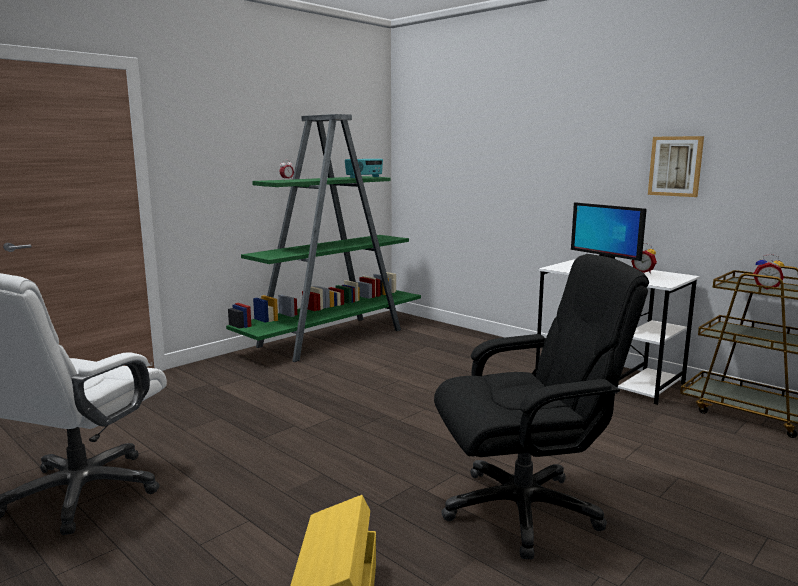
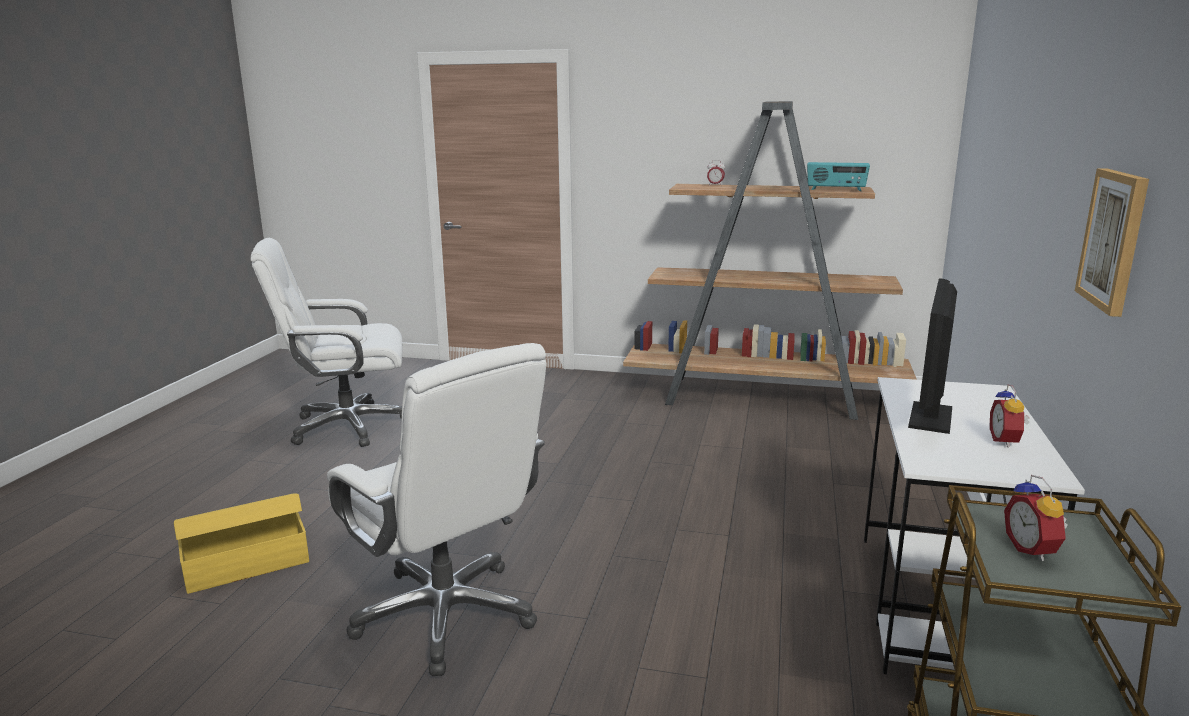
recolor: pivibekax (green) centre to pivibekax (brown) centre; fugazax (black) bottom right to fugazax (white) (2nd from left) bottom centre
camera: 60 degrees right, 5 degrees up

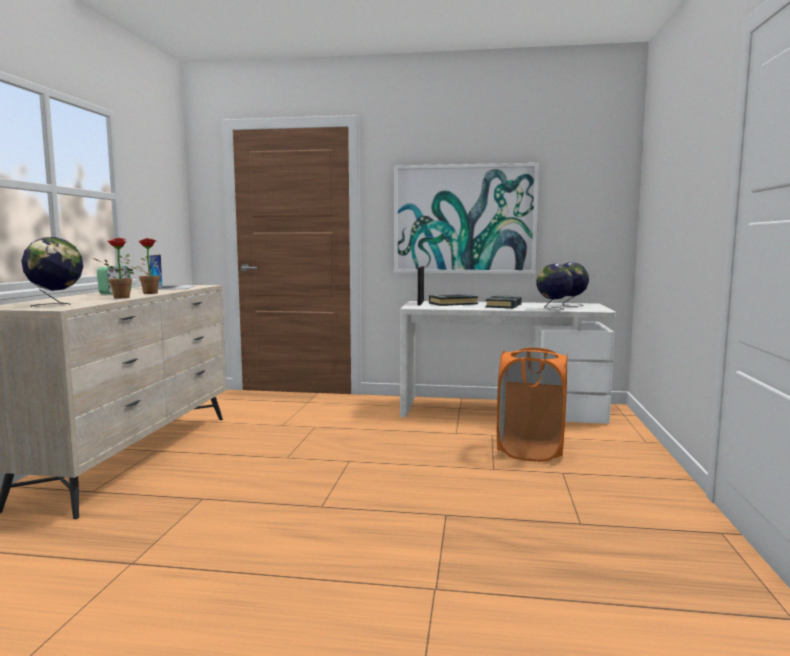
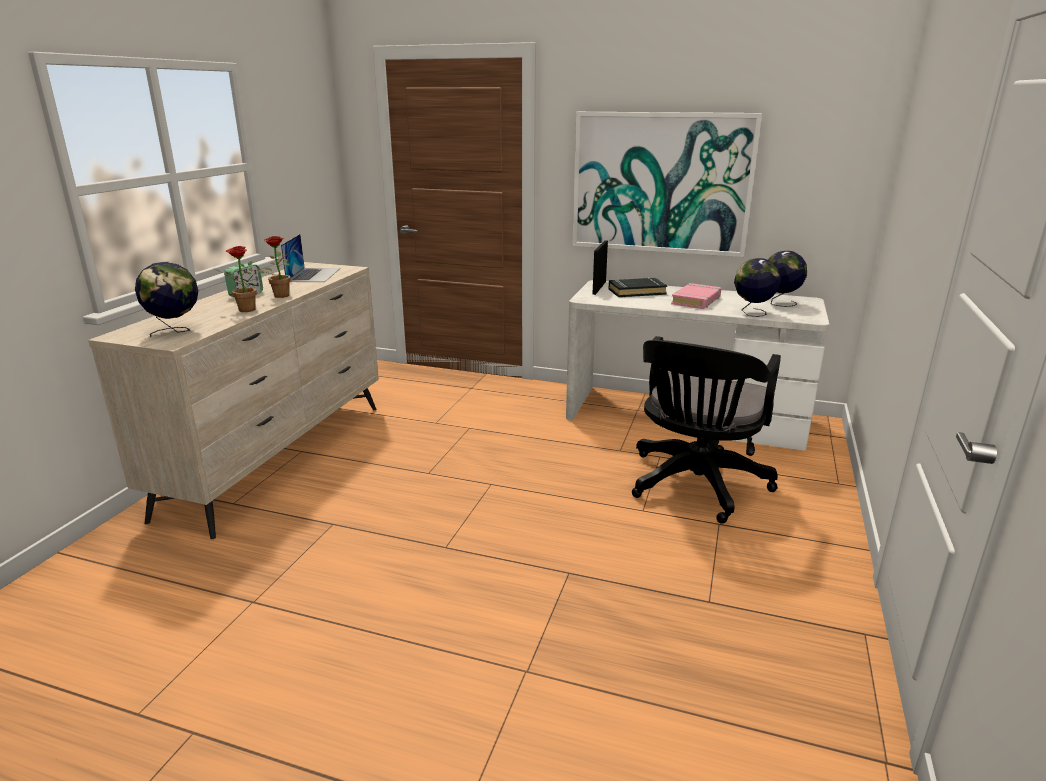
replace: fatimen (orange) middle right to fugazax (black) middle right
recolor: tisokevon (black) (2nd from left) centre to tisokevon (pink) centre
camera: 10 degrees right, 15 degrees up

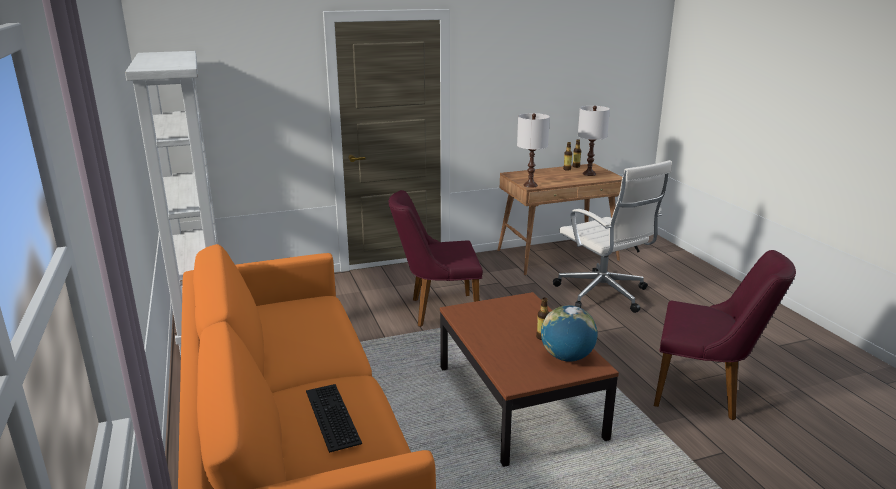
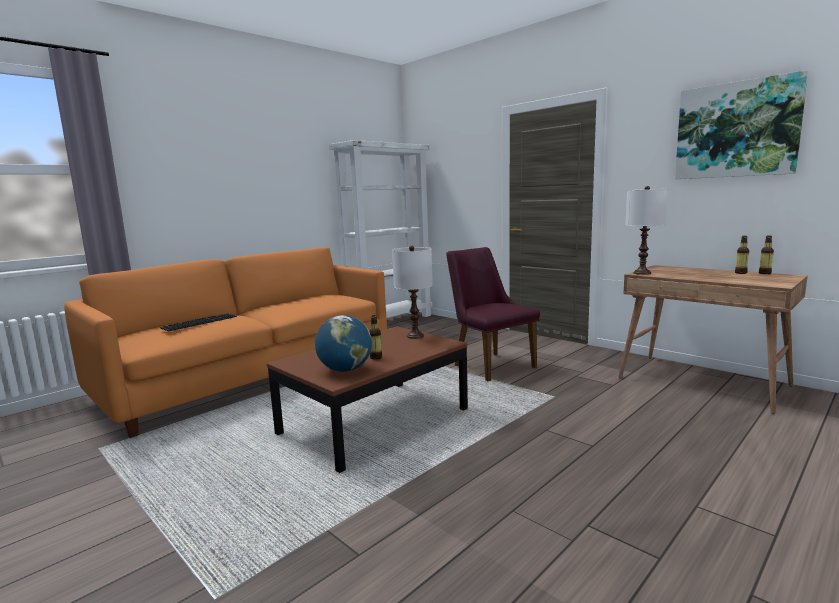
delete: fugazax (white) middle right; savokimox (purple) (2nd from left) bottom right
insert: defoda top right
move: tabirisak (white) (2nd from left in the first image) top centre to tabirisak (white) (1st from left) centre
camera: 65 degrees right, 10 degrees down

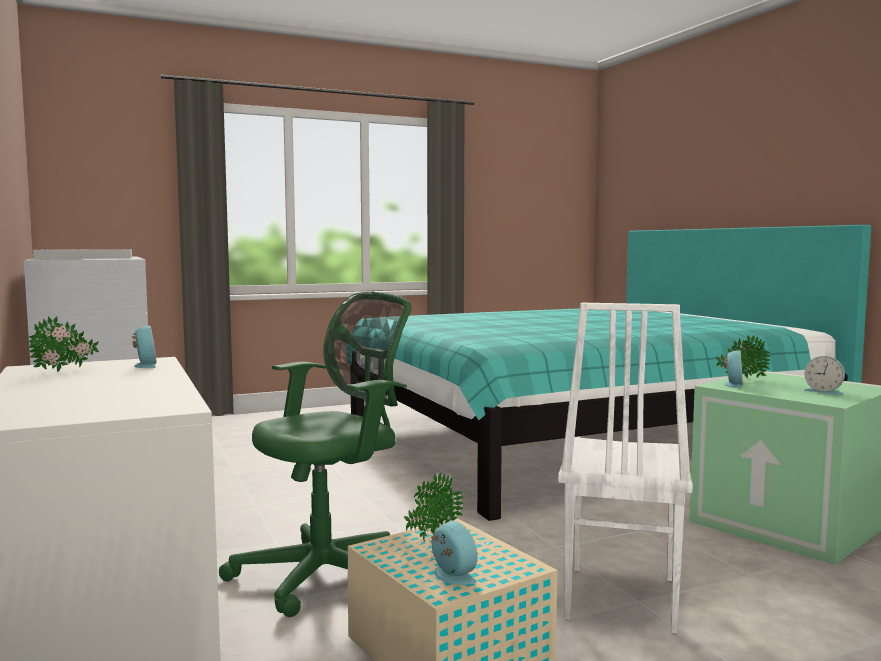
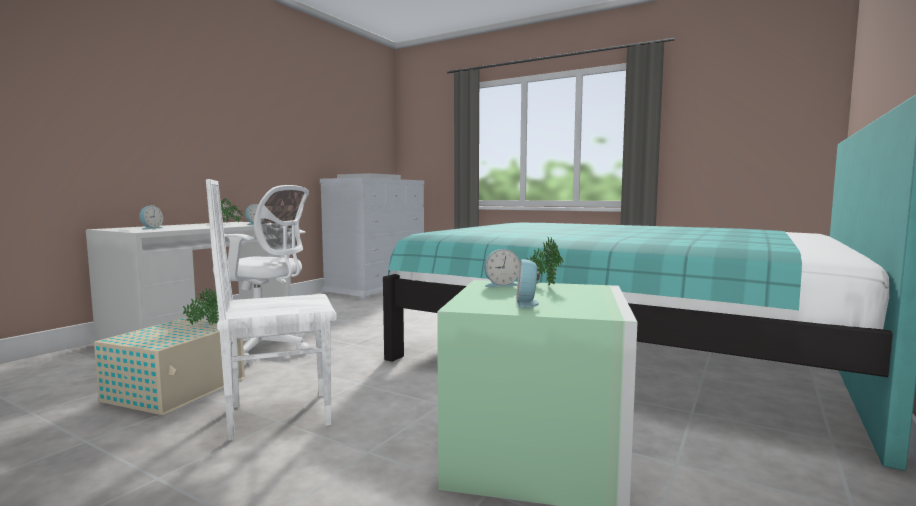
move: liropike (2nd from left in the first image) bottom centre to liropike (1st from left) middle left
recolor: fugazax (green) bottom centre to fugazax (white) middle left
camera: 55 degrees right, 0 degrees up

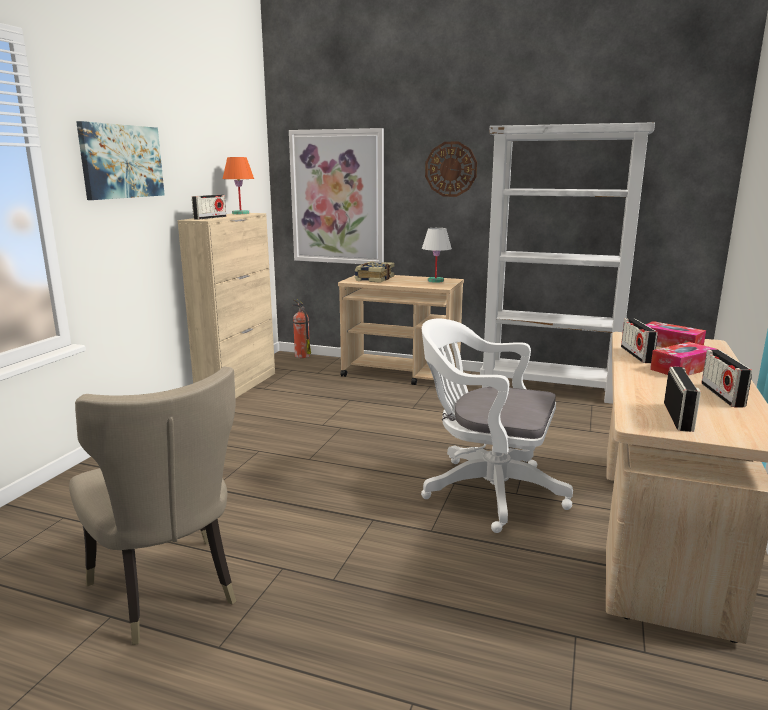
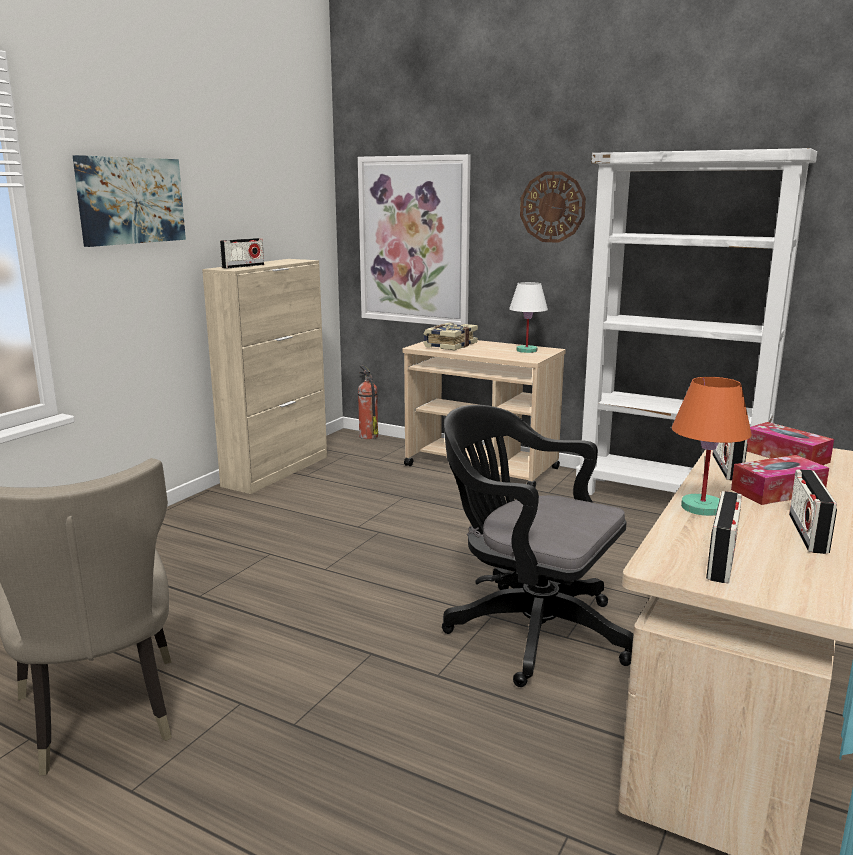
move: tabirisak (orange) top left to middle right
recolor: fugazax (white) centre to fugazax (black) centre
camera: 10 degrees right, 0 degrees up

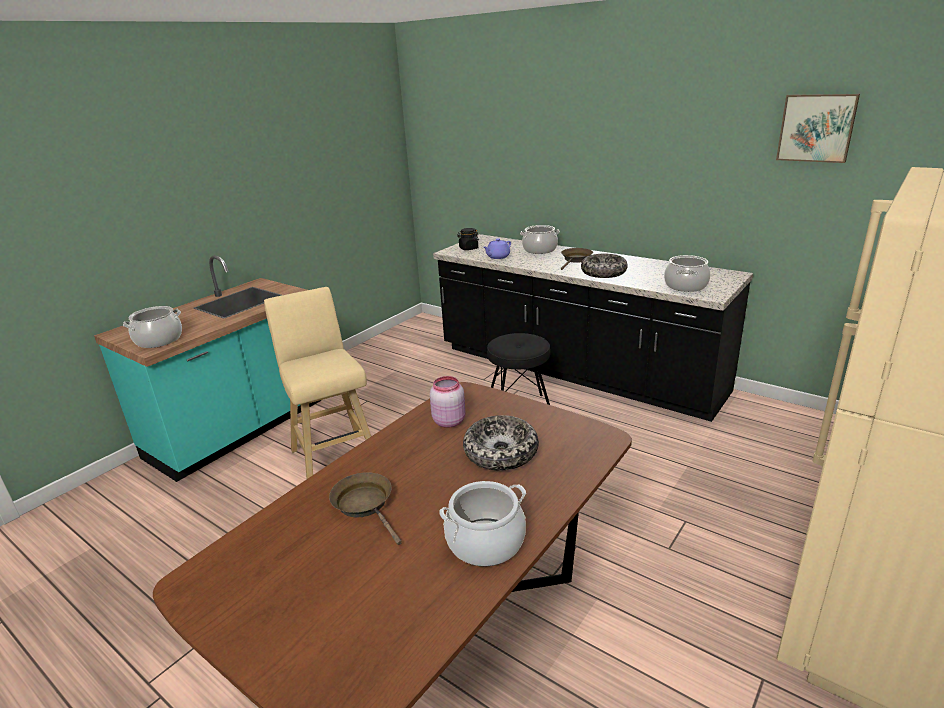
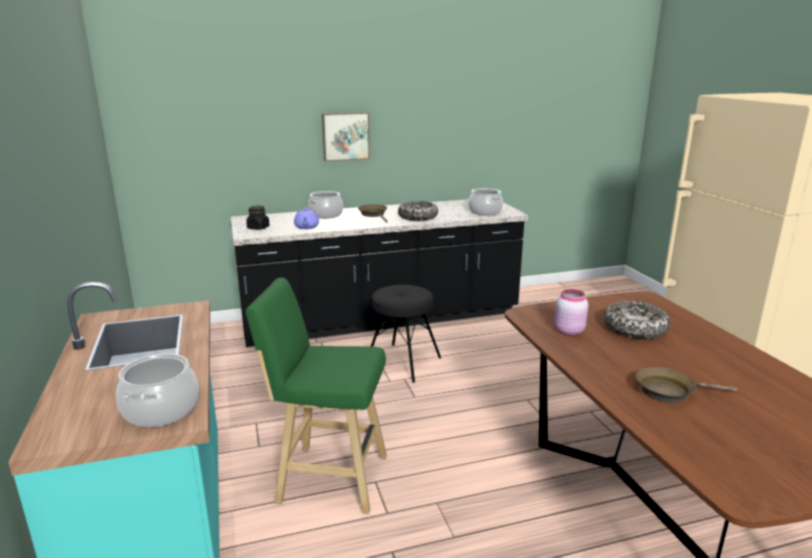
delete: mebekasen (2nd from left) bottom centre
move: defoda top right to top centre
recolor: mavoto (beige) centre to mavoto (green) bottom centre
camera: 55 degrees left, 5 degrees down

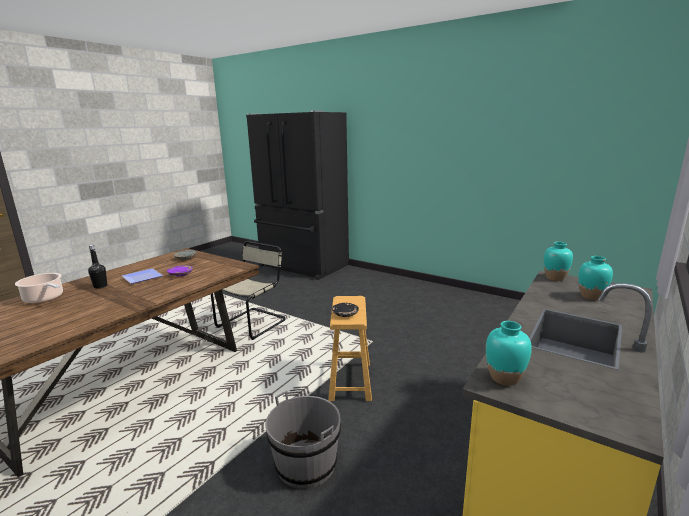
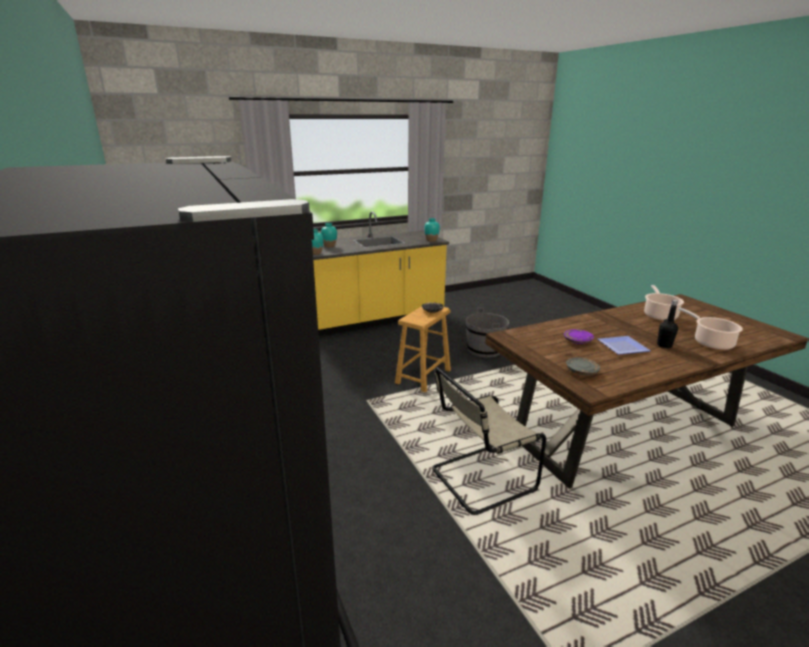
insert: mebekasen (1st from left) middle right
camera: 150 degrees left, 5 degrees up

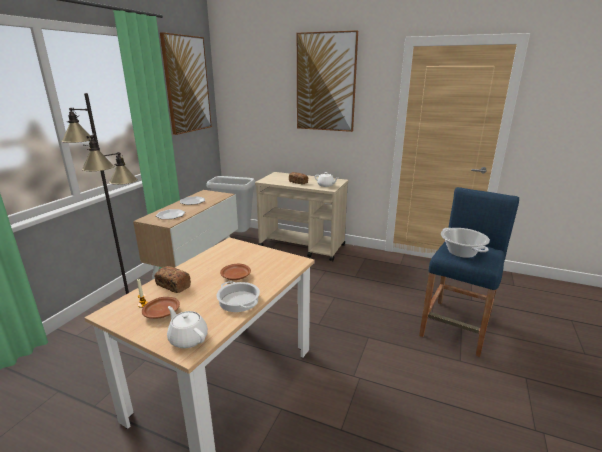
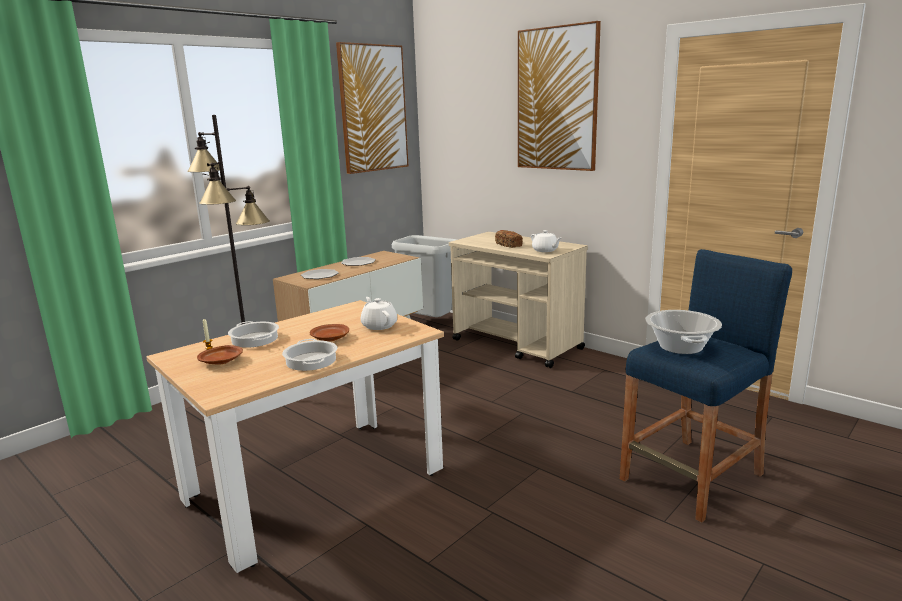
move: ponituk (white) (1st from left) bottom left to centre
replace: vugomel (1st from left) middle left to mebekasen (1st from left) middle left
camera: 20 degrees right, 5 degrees down

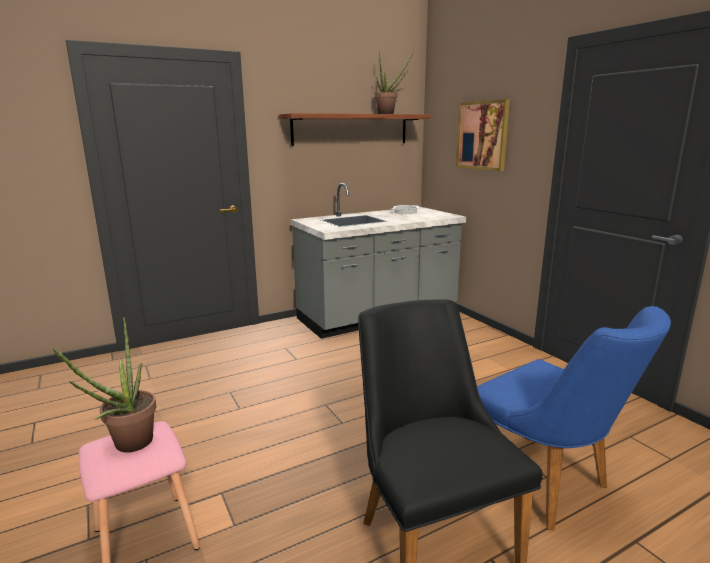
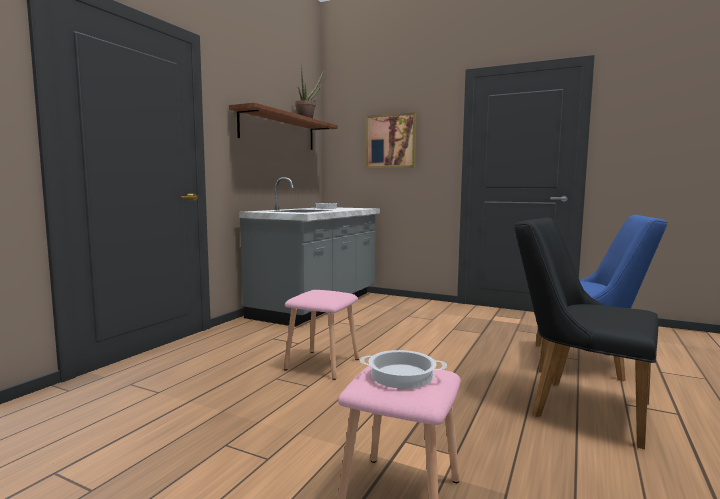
insert: mavoto (pink) (1st from left) bottom centre
replace: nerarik (1st from left) bottom left to mebekasen (2nd from left) bottom centre
camera: 35 degrees left, 10 degrees down

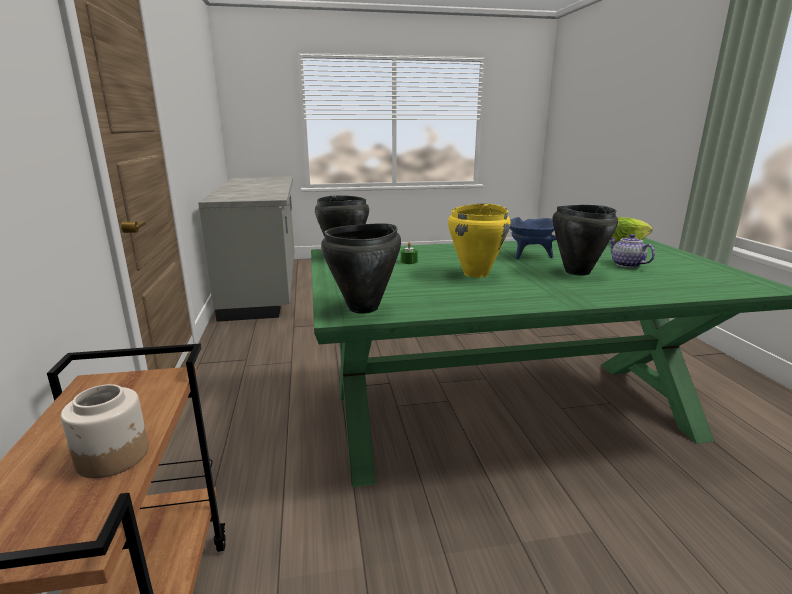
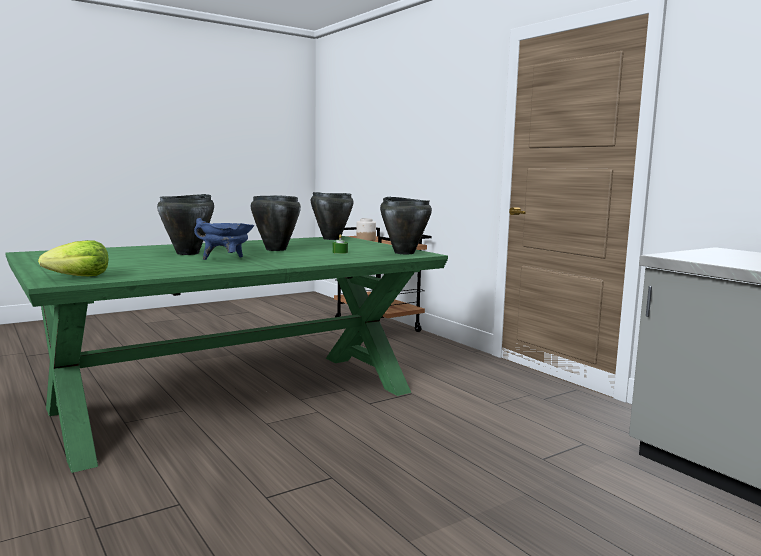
delete: ponituk middle right
recolor: mebekasen (yellow) centre to mebekasen (black) (2nd from left) centre
camera: 155 degrees right, 10 degrees down

